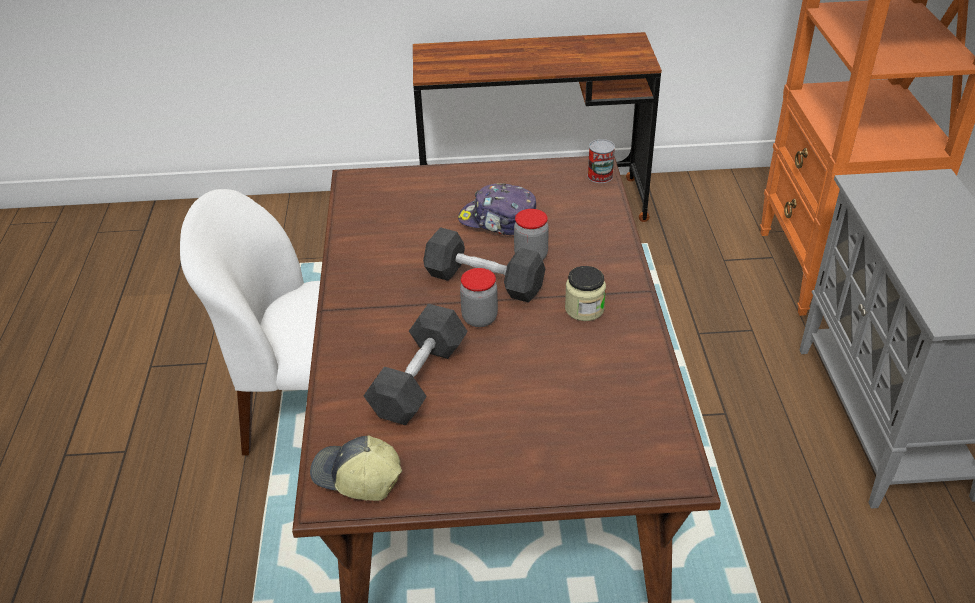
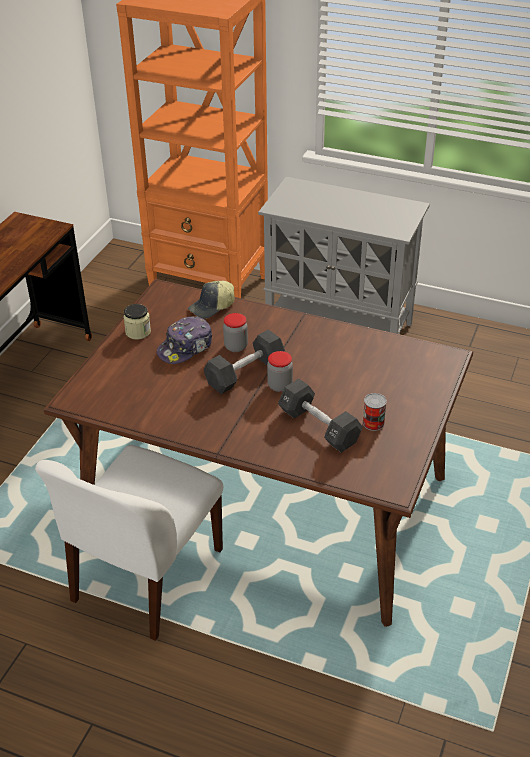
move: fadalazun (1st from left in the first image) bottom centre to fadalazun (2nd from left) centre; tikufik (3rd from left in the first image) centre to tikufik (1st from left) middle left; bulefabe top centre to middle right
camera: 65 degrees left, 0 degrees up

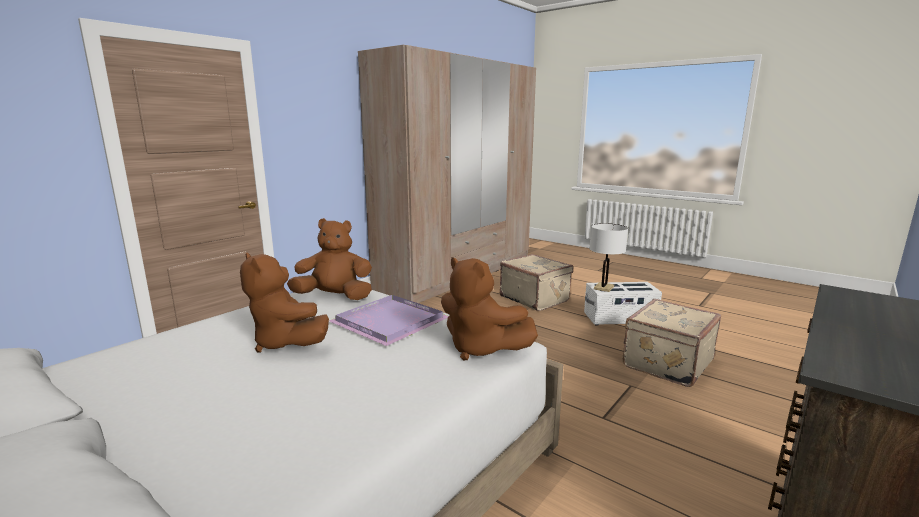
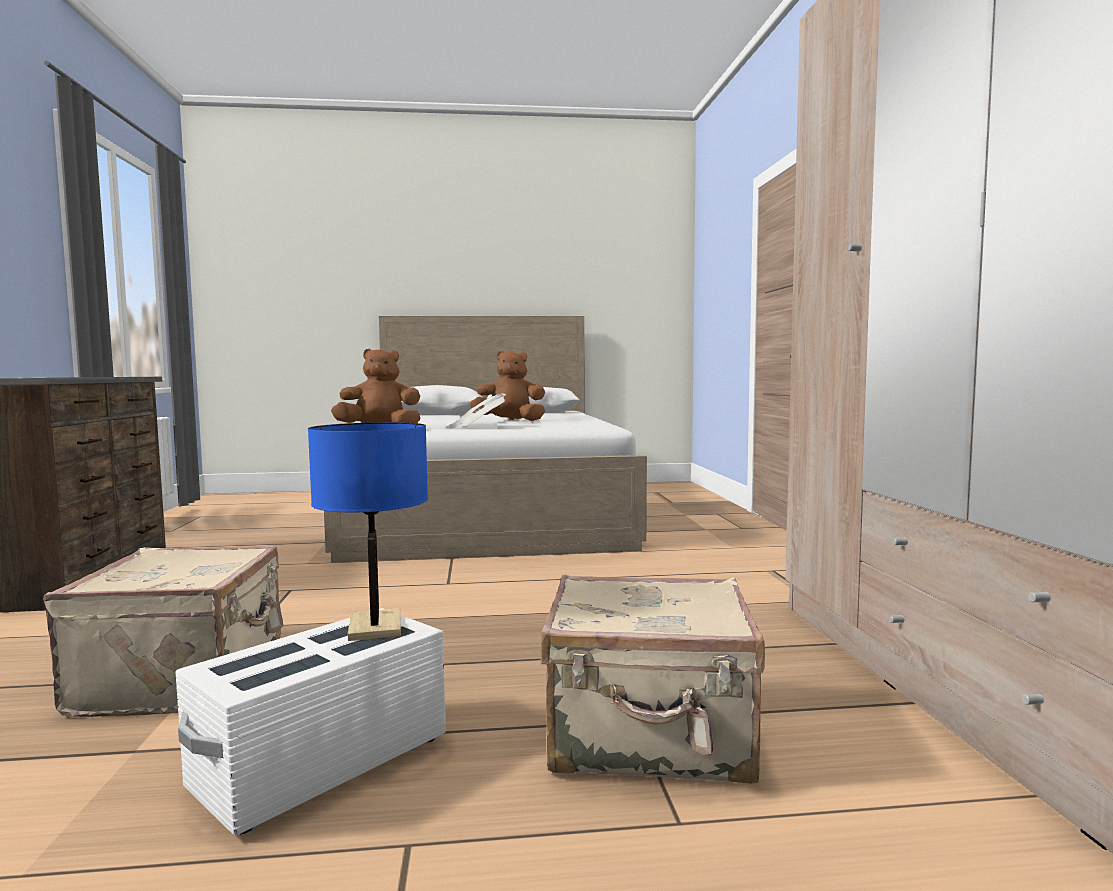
delete: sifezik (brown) (2nd from left) centre
replace: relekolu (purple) centre to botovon centre
recolor: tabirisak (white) centre to tabirisak (blue) middle left
camera: 135 degrees right, 10 degrees down

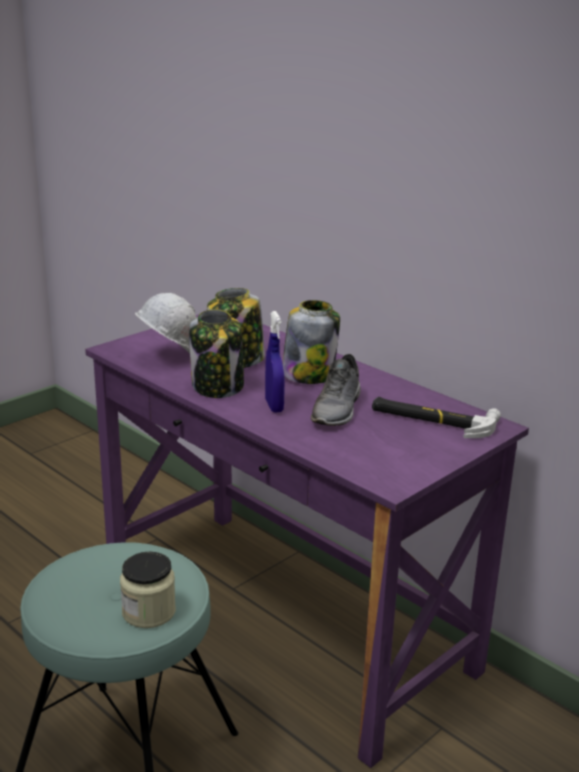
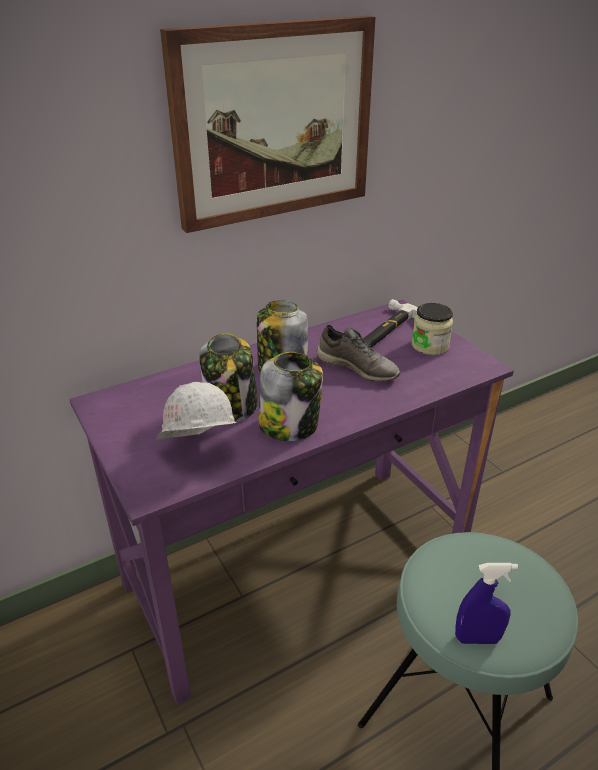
insert: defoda top centre
move: tikufik (1st from left in the first image) bottom left to tikufik (4th from left) middle right; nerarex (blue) centre to bottom right
camera: 75 degrees left, 10 degrees up

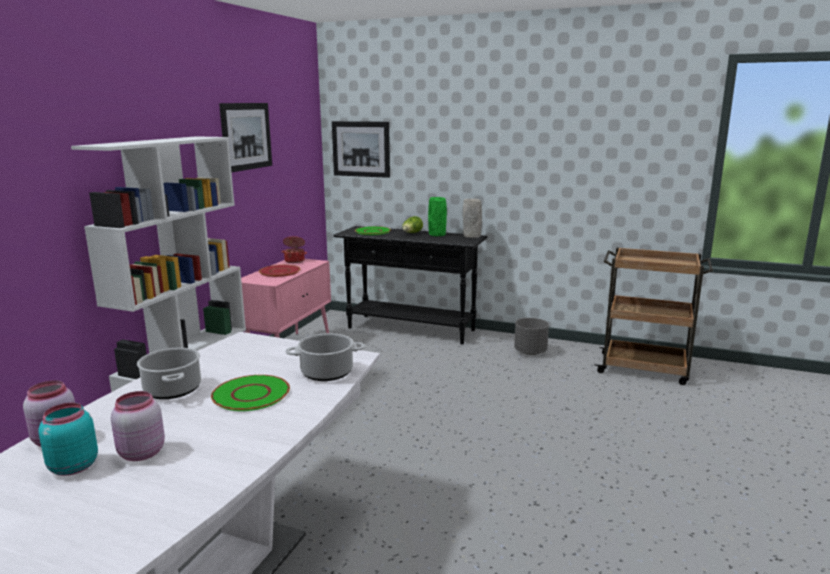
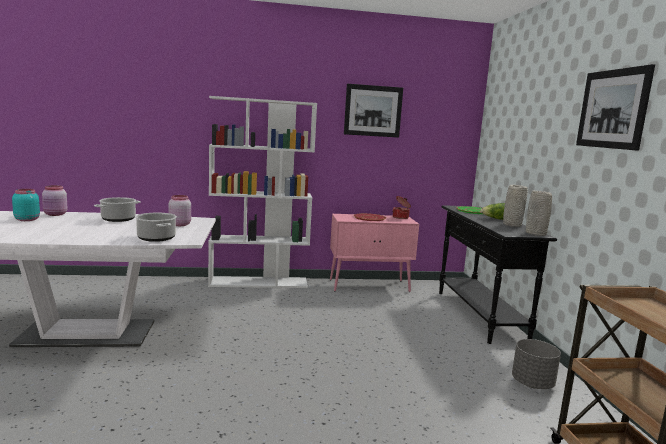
delete: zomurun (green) (1st from left) bottom left
move: tikufik (pink) (2nd from left) bottom left to middle left; defoda (2nd from left) top centre to top right
recolor: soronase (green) centre to soronase (grey) (1st from left) middle right
camera: 60 degrees right, 5 degrees down

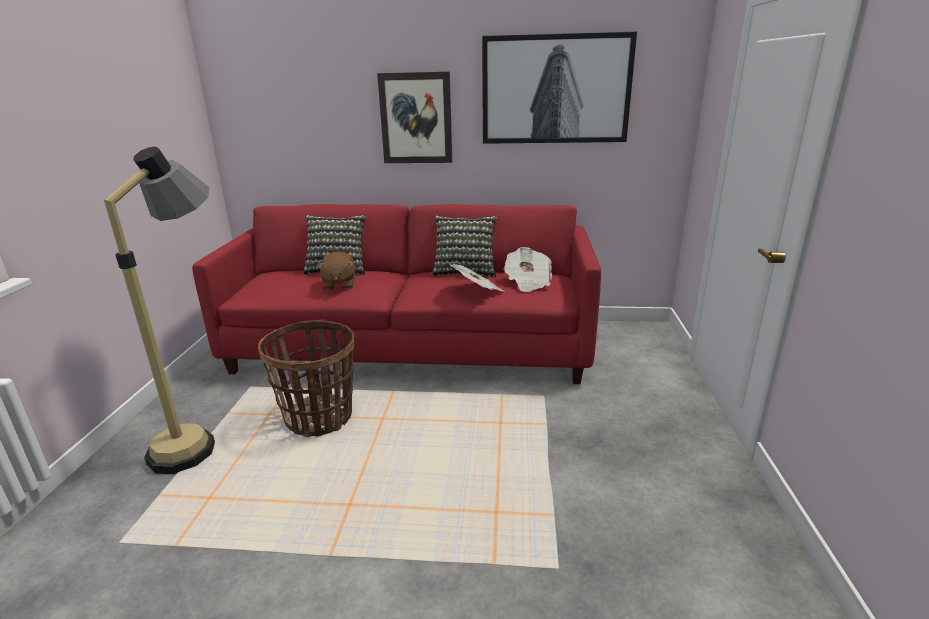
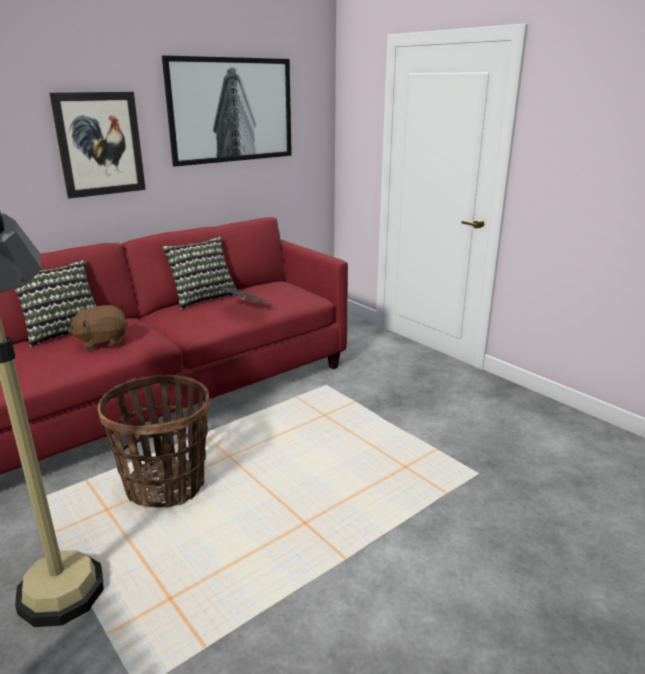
delete: botovon (2nd from left) centre
rotate: sifezik (brown) centre = middle left 120 degrees clockwise
camera: 45 degrees left, 0 degrees up

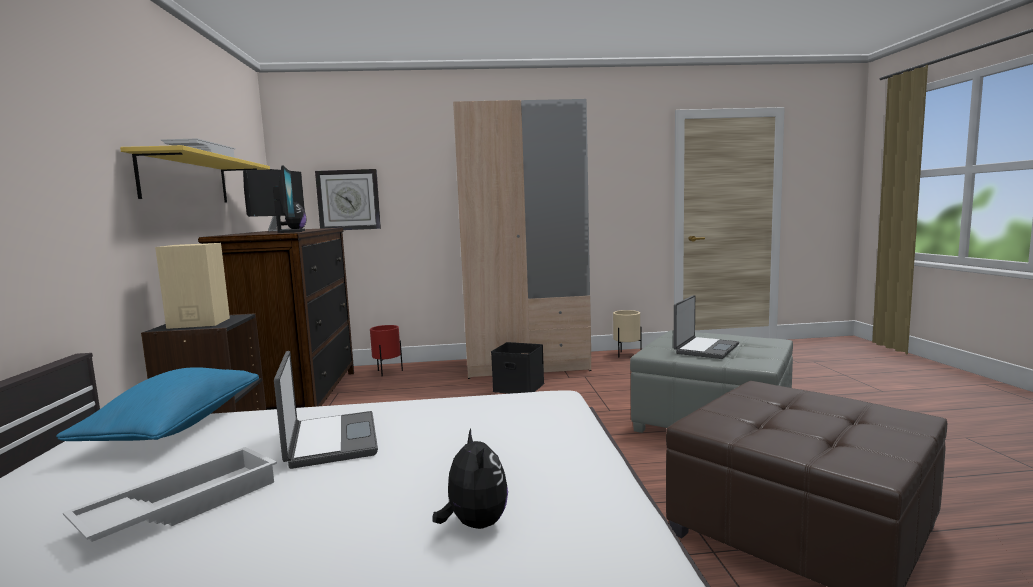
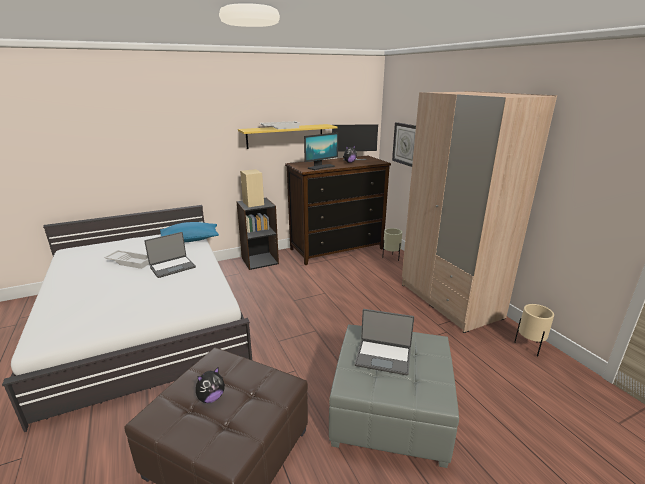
delete: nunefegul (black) centre
move: sifezik (2nd from left in the first image) bottom centre to sifezik (1st from left) bottom left
recolor: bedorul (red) centre to bedorul (beige) (1st from left) centre
camera: 70 degrees right, 15 degrees up

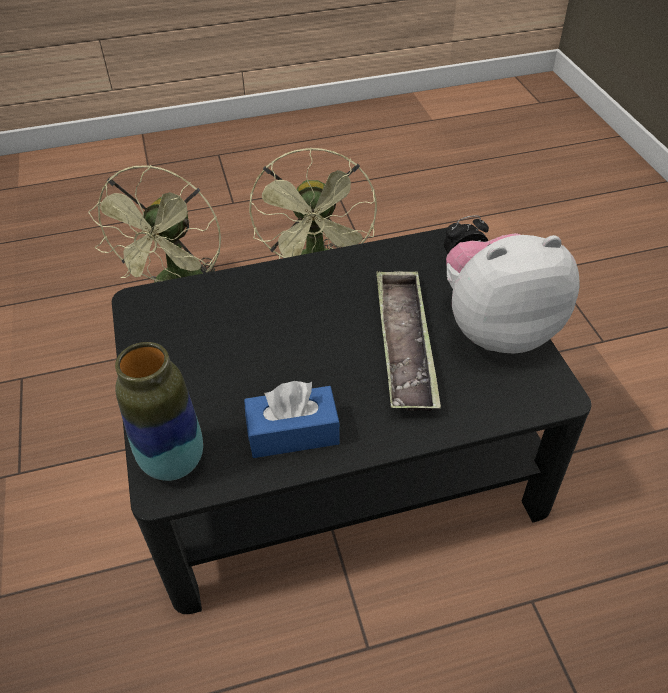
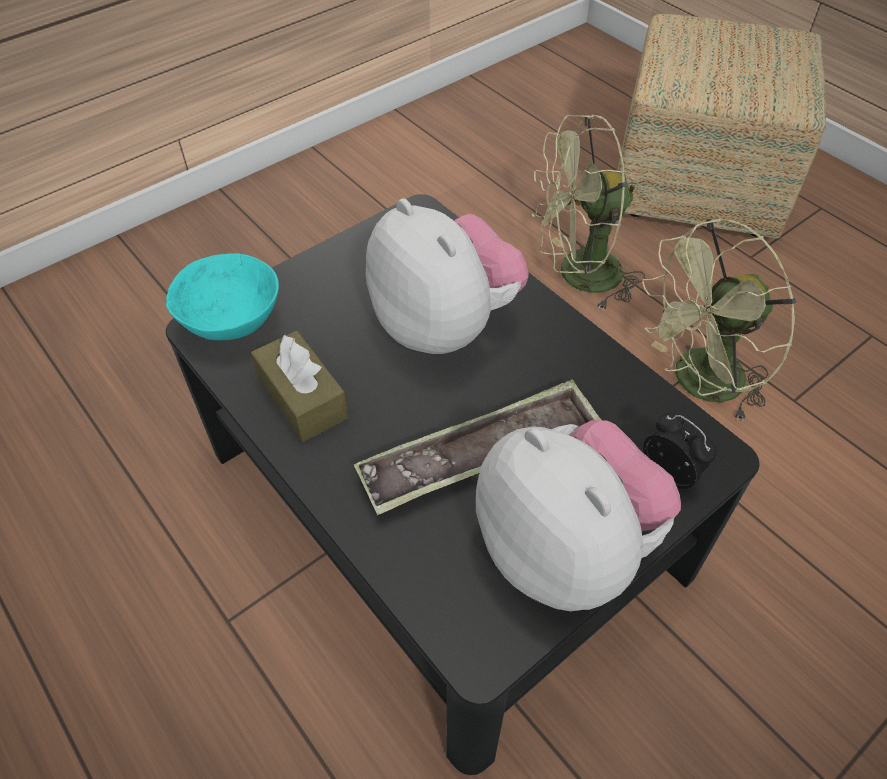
insert: sifezik (1st from left) centre; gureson top right
replace: soronase middle left to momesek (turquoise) middle left
recolor: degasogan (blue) centre to degasogan (brown) centre
camera: 65 degrees right, 5 degrees up

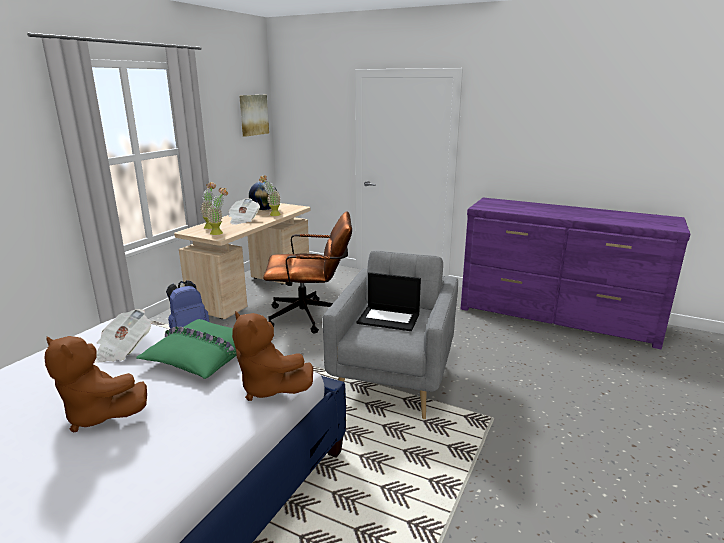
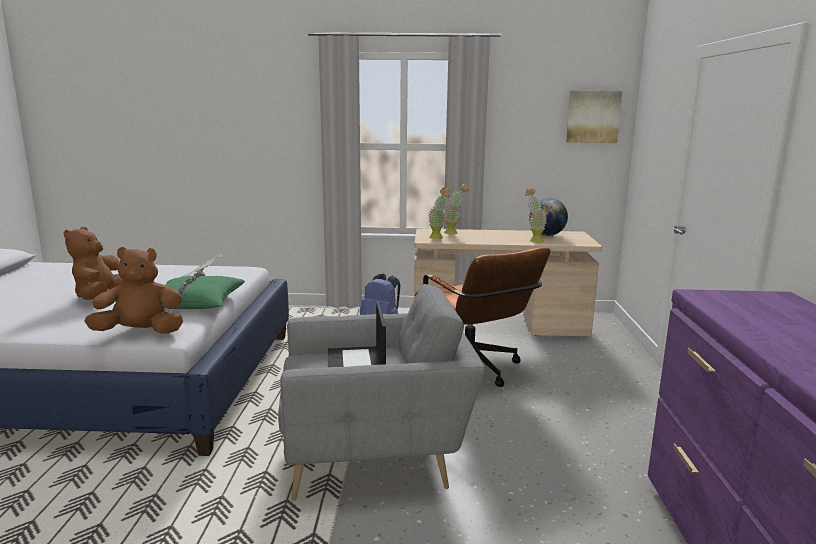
delete: botovon (2nd from left) centre
rotate: sifezik (brown) (2nd from left) centre = middle left 60 degrees clockwise
camera: 65 degrees right, 5 degrees down

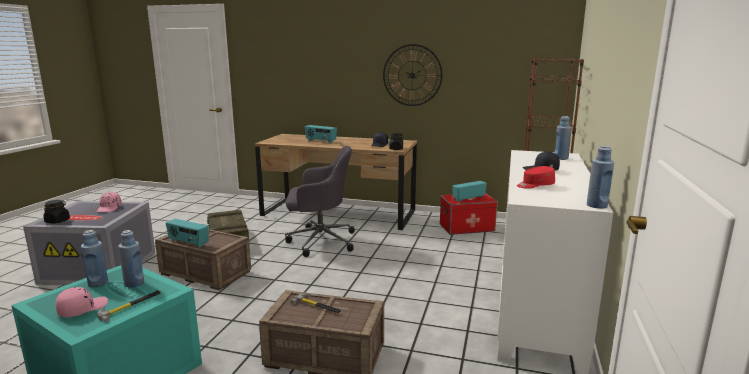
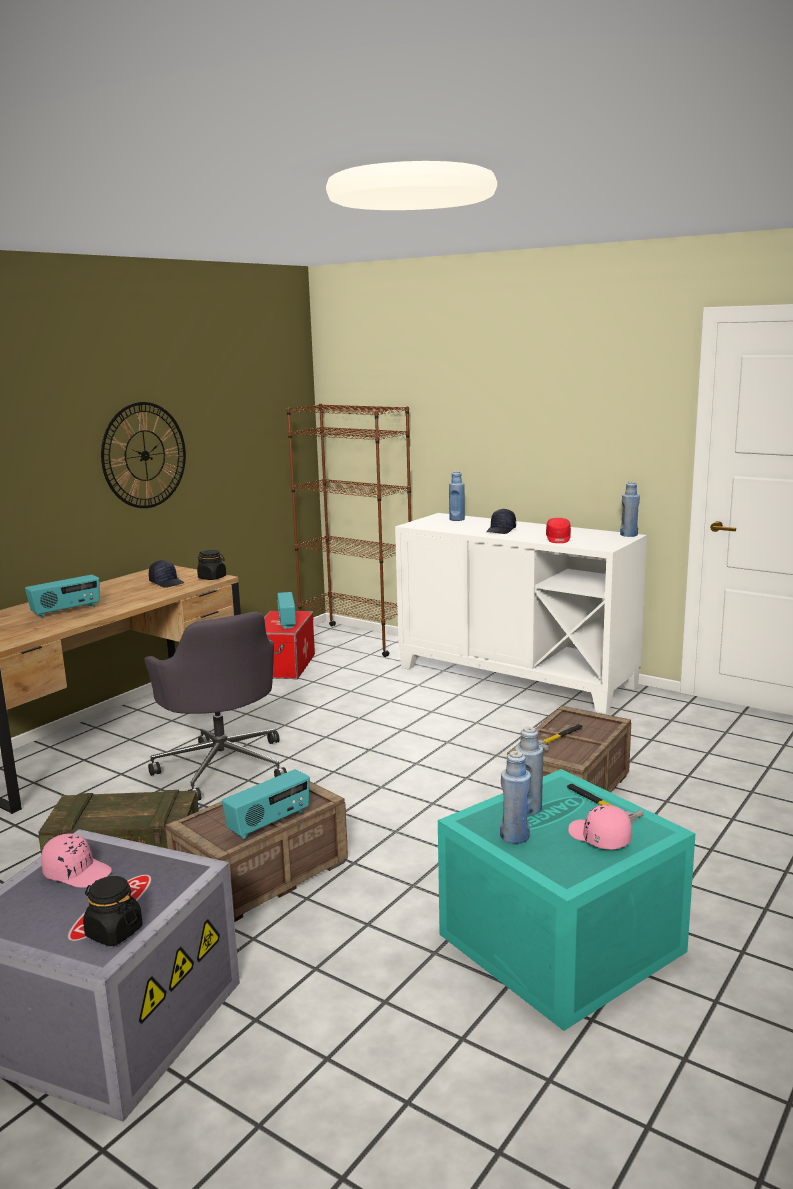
rotate: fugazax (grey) centre = middle left 135 degrees clockwise
camera: 70 degrees left, 0 degrees up

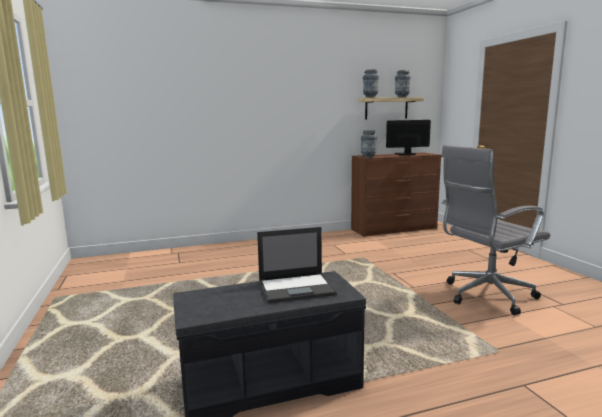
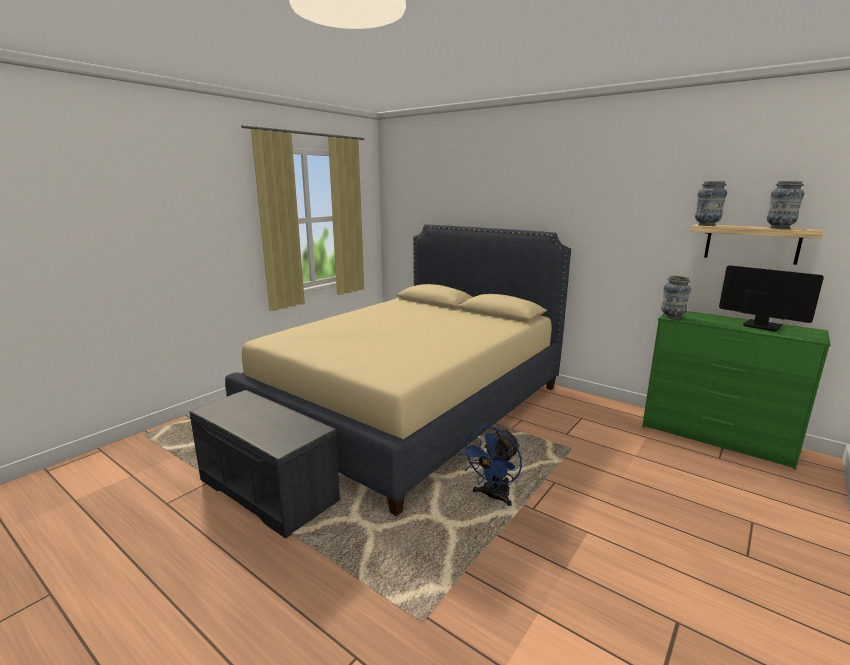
delete: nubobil centre; fugazax (grey) middle right
insert: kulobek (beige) centre; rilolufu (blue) bottom centre
recolor: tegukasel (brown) centre to tegukasel (green) middle right
camera: 55 degrees right, 5 degrees up

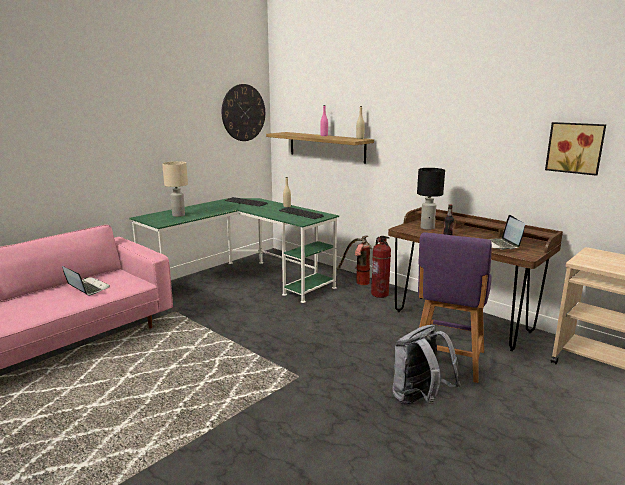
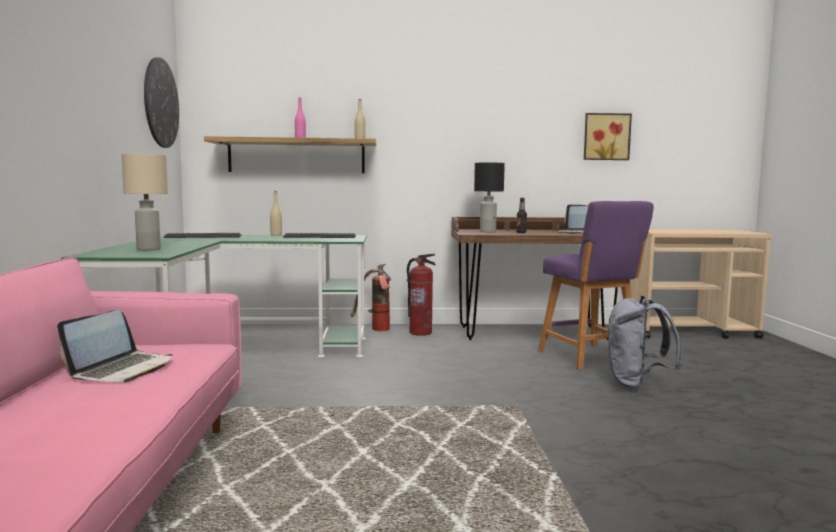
rotate: nubobil (1st from left) middle left = middle left 120 degrees clockwise
camera: 45 degrees left, 10 degrees down

